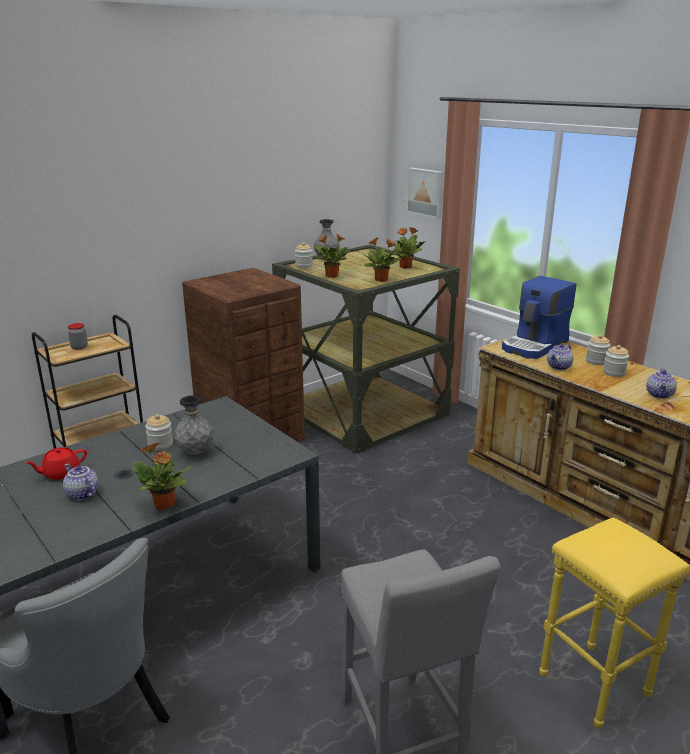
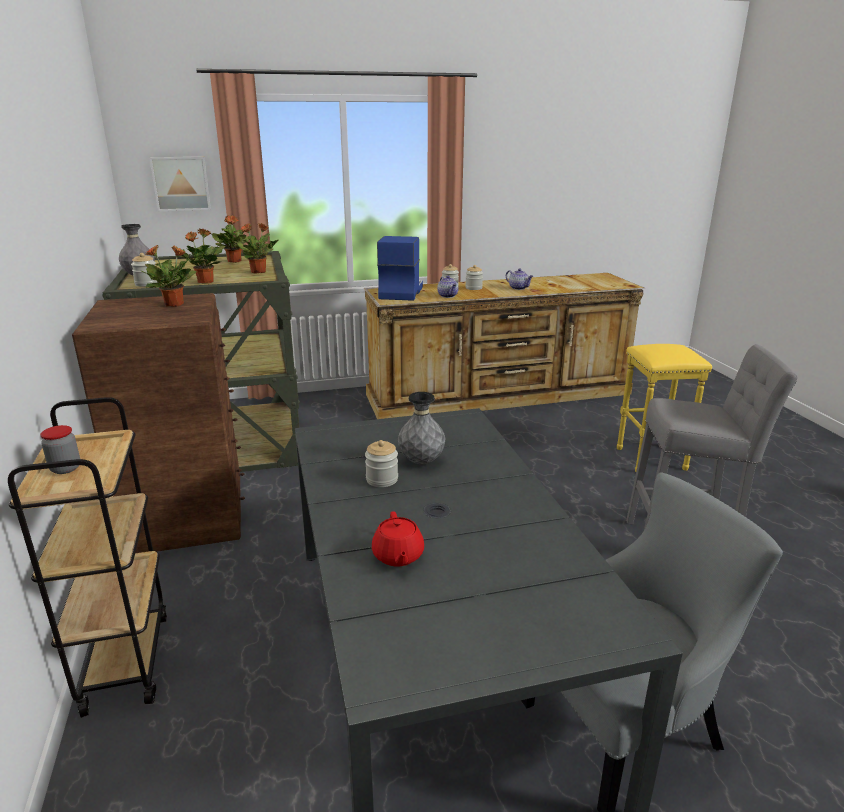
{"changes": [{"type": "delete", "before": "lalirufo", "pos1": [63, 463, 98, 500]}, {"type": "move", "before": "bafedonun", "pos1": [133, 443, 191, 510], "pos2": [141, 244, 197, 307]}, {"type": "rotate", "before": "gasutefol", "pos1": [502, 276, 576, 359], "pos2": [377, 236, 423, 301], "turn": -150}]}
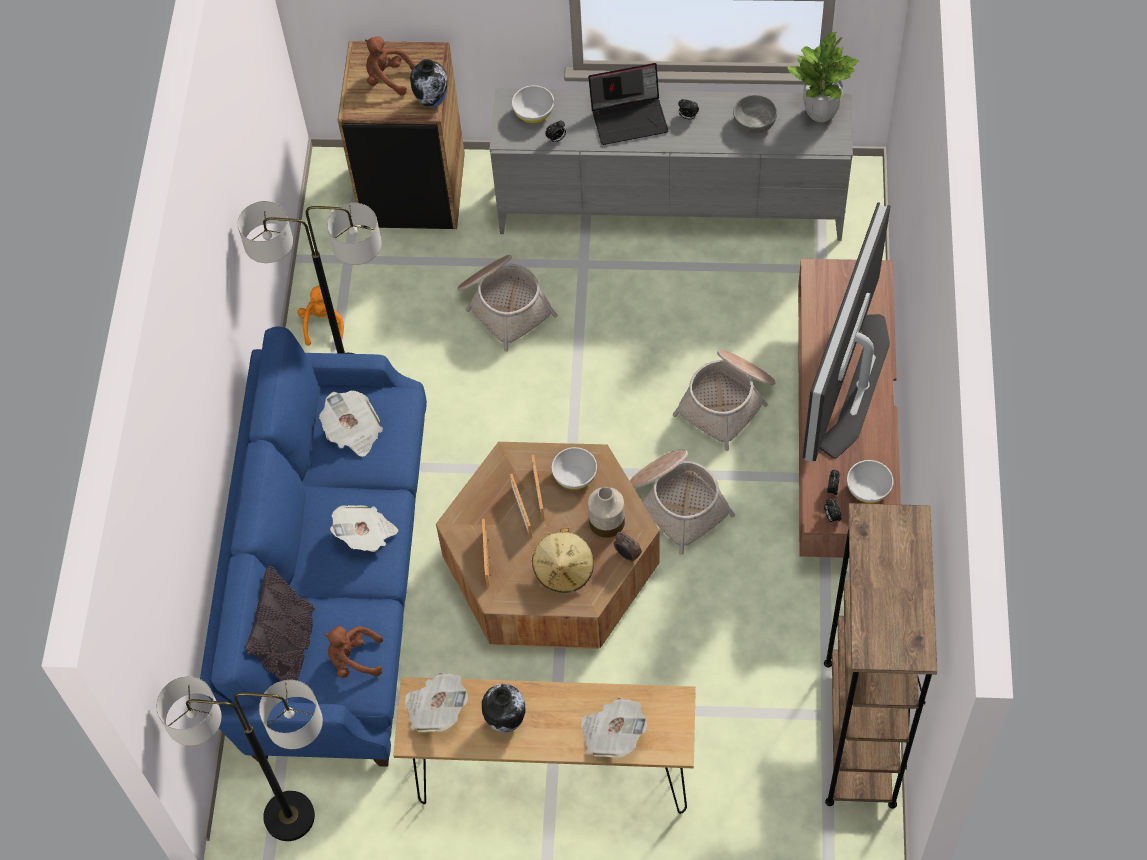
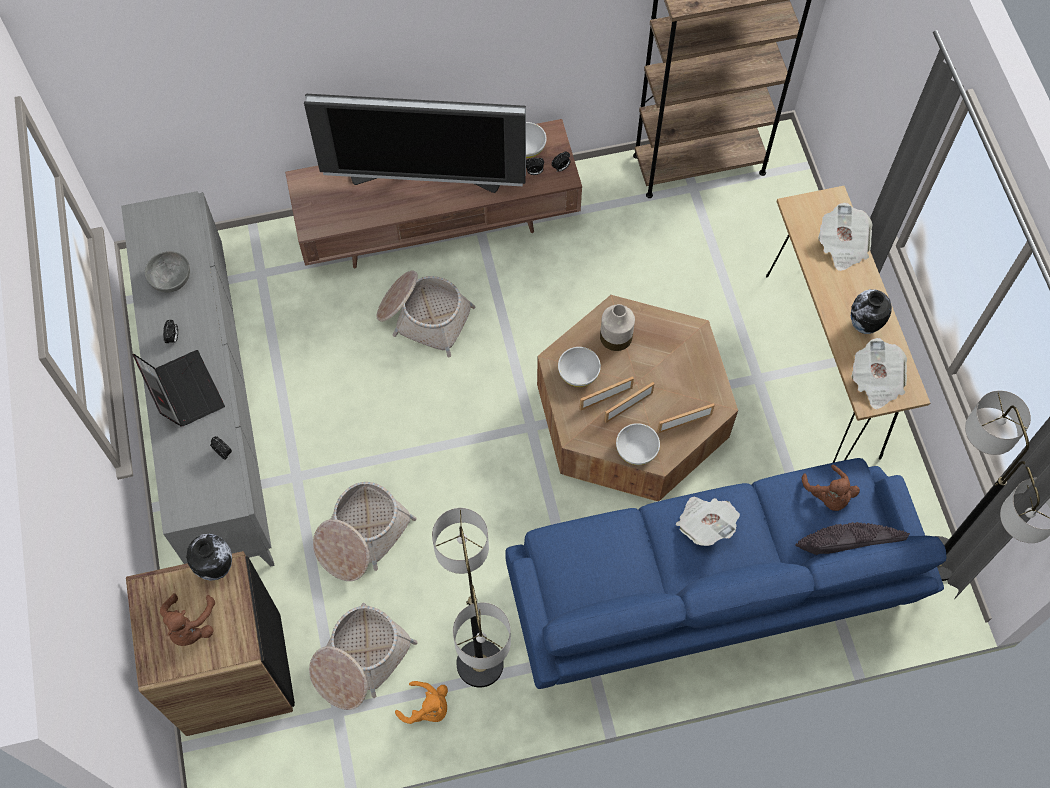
{"changes": [{"type": "delete", "before": "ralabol", "pos1": [319, 391, 383, 457]}, {"type": "delete", "before": "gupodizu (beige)", "pos1": [532, 528, 594, 593]}, {"type": "delete", "before": "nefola", "pos1": [614, 532, 642, 562]}, {"type": "delete", "before": "bafedonun", "pos1": [787, 32, 860, 122]}, {"type": "move", "before": "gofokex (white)", "pos1": [512, 85, 554, 123], "pos2": [616, 423, 660, 465]}, {"type": "move", "before": "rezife", "pos1": [630, 449, 735, 555], "pos2": [309, 603, 418, 710]}, {"type": "rotate", "before": "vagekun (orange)", "pos1": [297, 285, 344, 346], "pos2": [395, 681, 448, 724], "turn": -135}]}
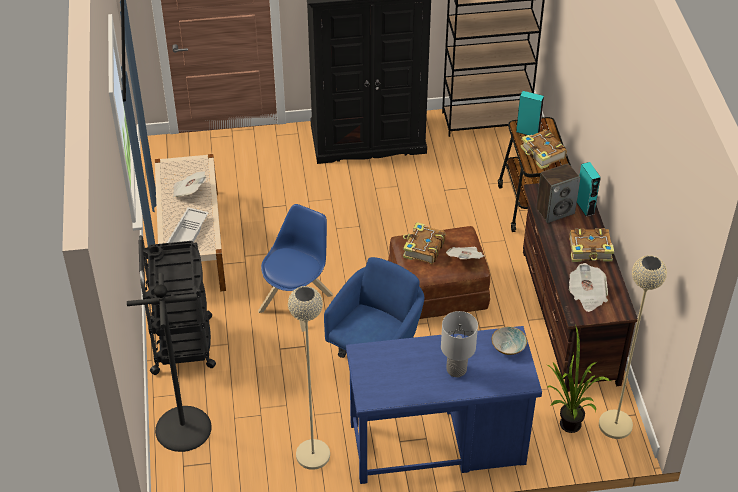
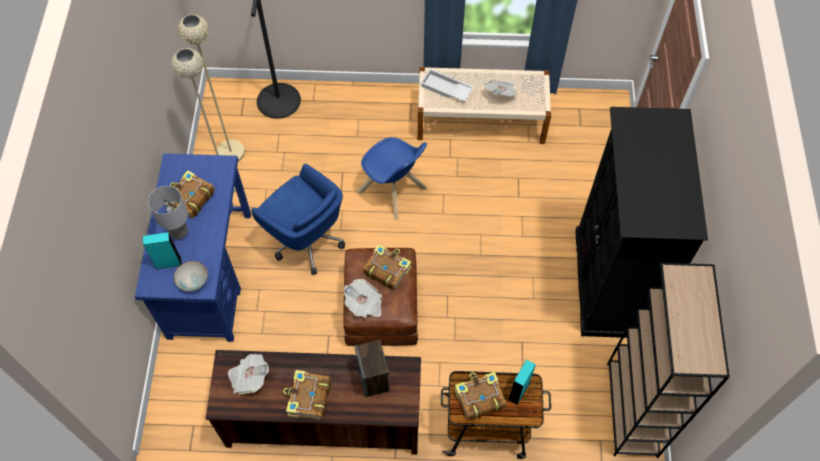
{"changes": [{"type": "delete", "before": "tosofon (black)", "pos1": [139, 235, 216, 375]}, {"type": "delete", "before": "bafedonun", "pos1": [545, 325, 611, 433]}, {"type": "insert", "after": "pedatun", "pos2": [166, 170, 215, 219]}, {"type": "move", "before": "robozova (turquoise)", "pos1": [577, 162, 601, 217], "pos2": [143, 232, 182, 270]}, {"type": "move", "before": "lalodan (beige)", "pos1": [599, 255, 667, 439], "pos2": [178, 14, 245, 162]}]}
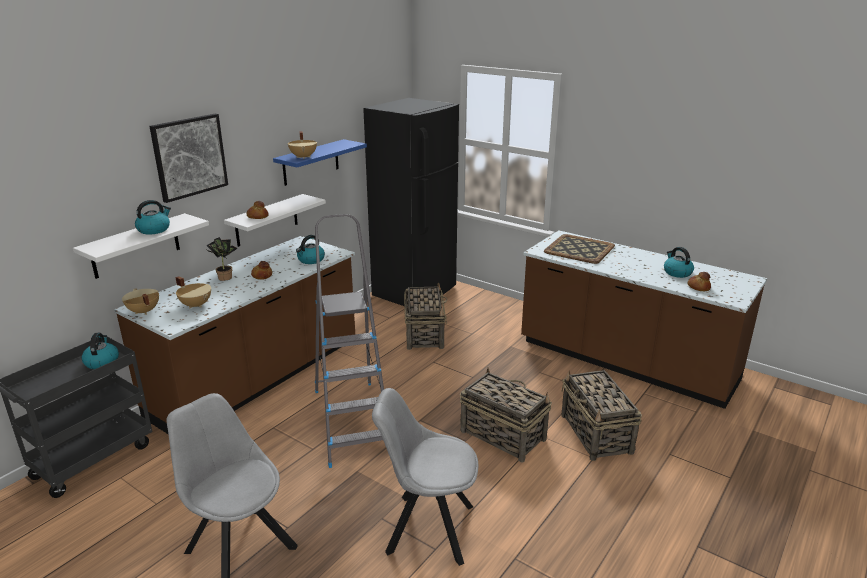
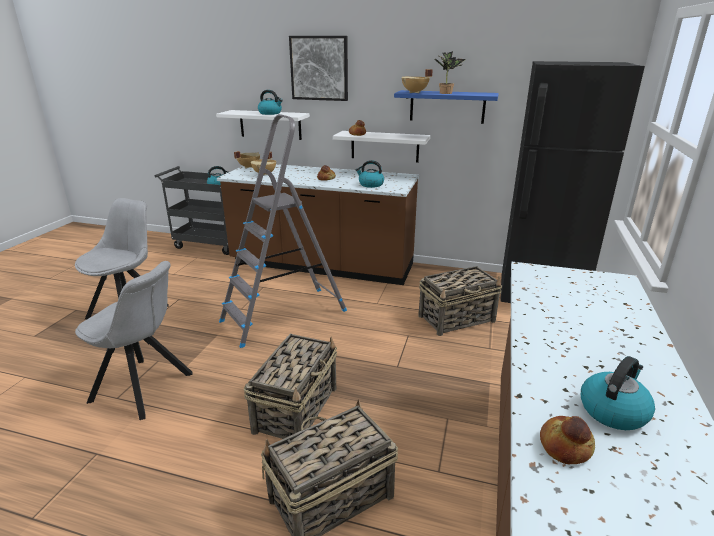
{"changes": [{"type": "delete", "before": "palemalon", "pos1": [544, 234, 615, 264]}, {"type": "move", "before": "bafedonun", "pos1": [206, 237, 238, 281], "pos2": [435, 51, 466, 94]}, {"type": "rotate", "before": "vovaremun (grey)", "pos1": [372, 388, 478, 566], "pos2": [75, 261, 192, 420], "turn": 120}]}
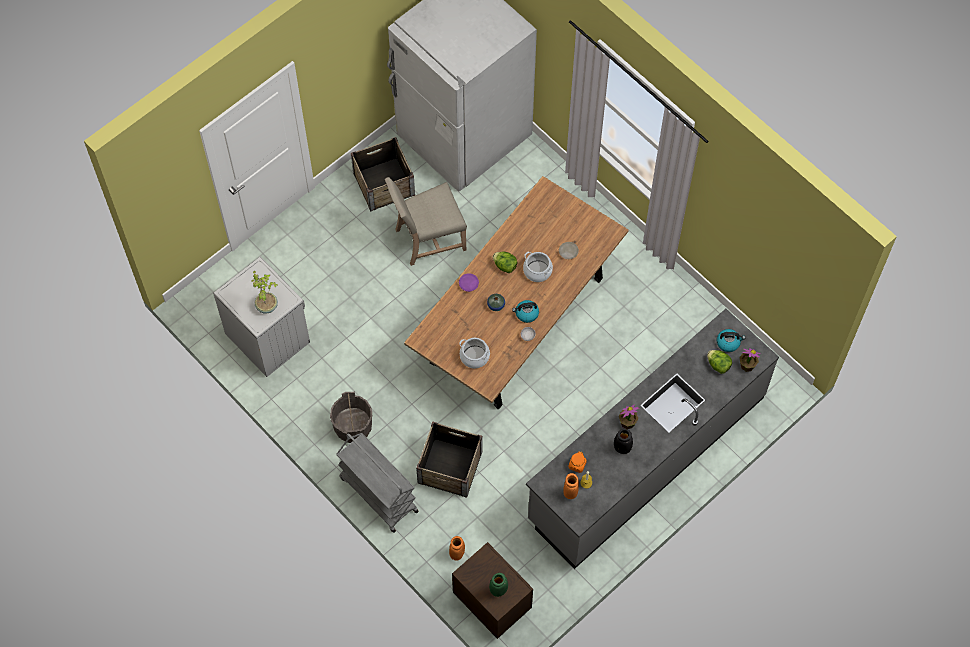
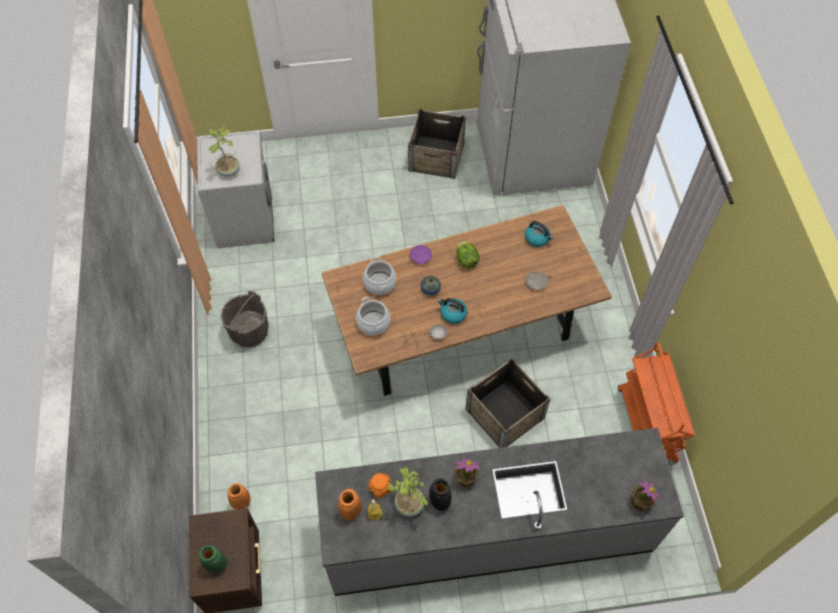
{"changes": [{"type": "delete", "before": "tosofon (grey)", "pos1": [336, 433, 419, 533]}, {"type": "delete", "before": "vovaremun (beige)", "pos1": [385, 177, 467, 266]}, {"type": "delete", "before": "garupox", "pos1": [707, 350, 732, 374]}, {"type": "insert", "after": "bafedonun", "pos2": [388, 467, 428, 517]}, {"type": "insert", "after": "tosofon (orange)", "pos2": [618, 342, 695, 462]}, {"type": "move", "before": "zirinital", "pos1": [416, 422, 482, 498], "pos2": [466, 358, 551, 448]}, {"type": "move", "before": "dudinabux", "pos1": [523, 252, 553, 282], "pos2": [363, 257, 396, 295]}, {"type": "move", "before": "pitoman", "pos1": [717, 329, 745, 352], "pos2": [525, 221, 553, 247]}]}
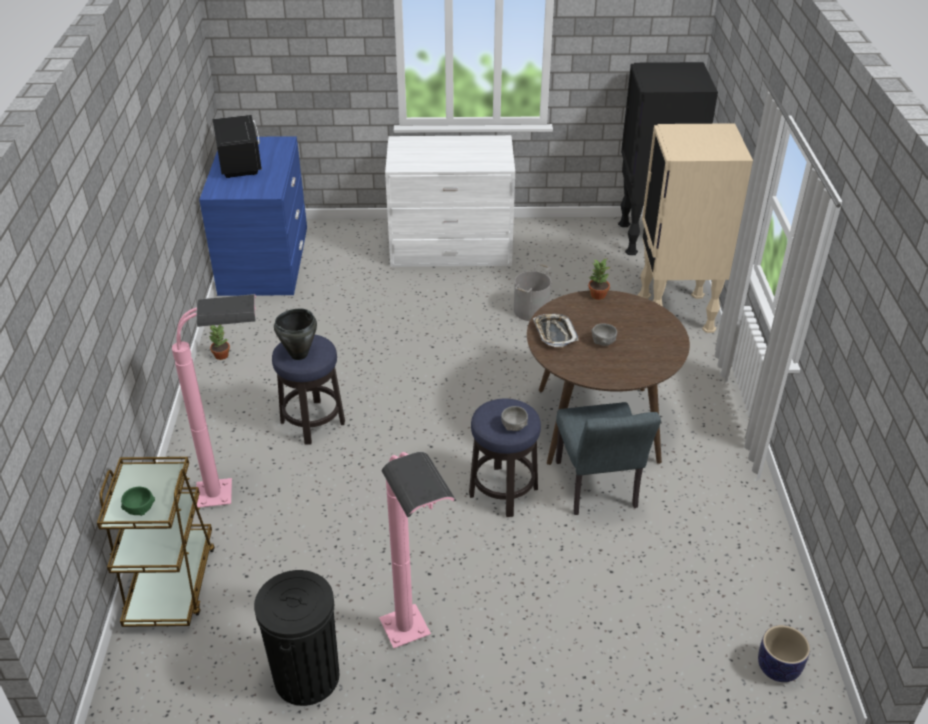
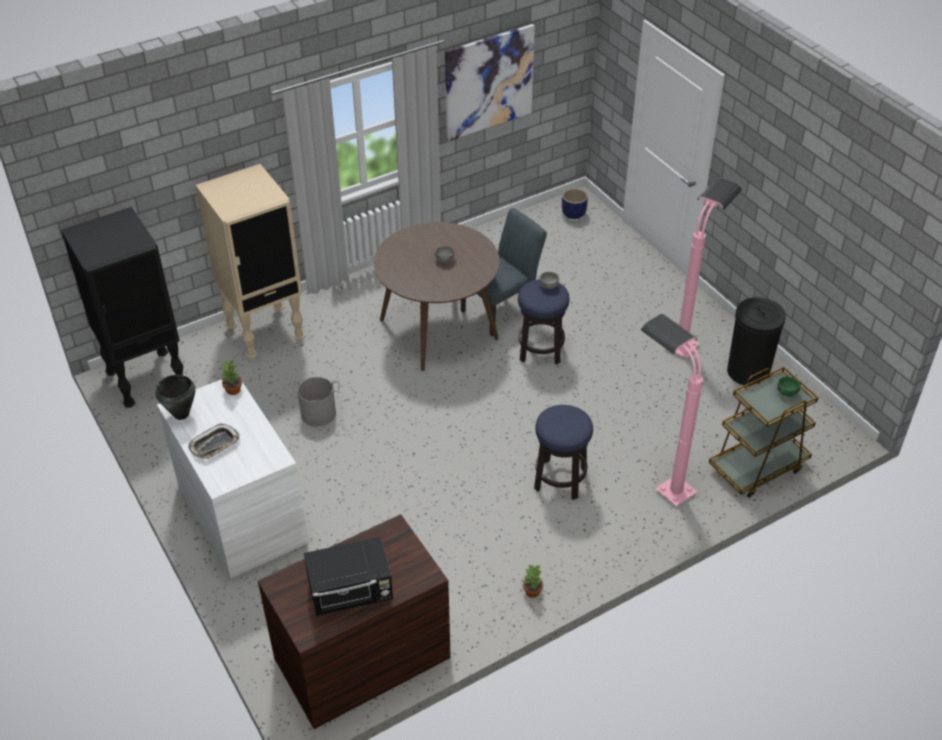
{"changes": [{"type": "insert", "after": "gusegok", "pos2": [445, 24, 535, 141]}, {"type": "move", "before": "dudinabux (black)", "pos1": [274, 308, 317, 360], "pos2": [155, 375, 196, 420]}, {"type": "move", "before": "palemalon", "pos1": [533, 314, 578, 347], "pos2": [188, 424, 240, 459]}, {"type": "move", "before": "bafedonun", "pos1": [588, 259, 610, 300], "pos2": [221, 359, 242, 395]}, {"type": "recolor", "before": "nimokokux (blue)", "after": "nimokokux (brown)", "pos1": [199, 136, 307, 296], "pos2": [258, 514, 451, 729]}, {"type": "rotate", "before": "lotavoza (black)", "pos1": [213, 115, 262, 178], "pos2": [304, 537, 393, 617], "turn": -150}]}
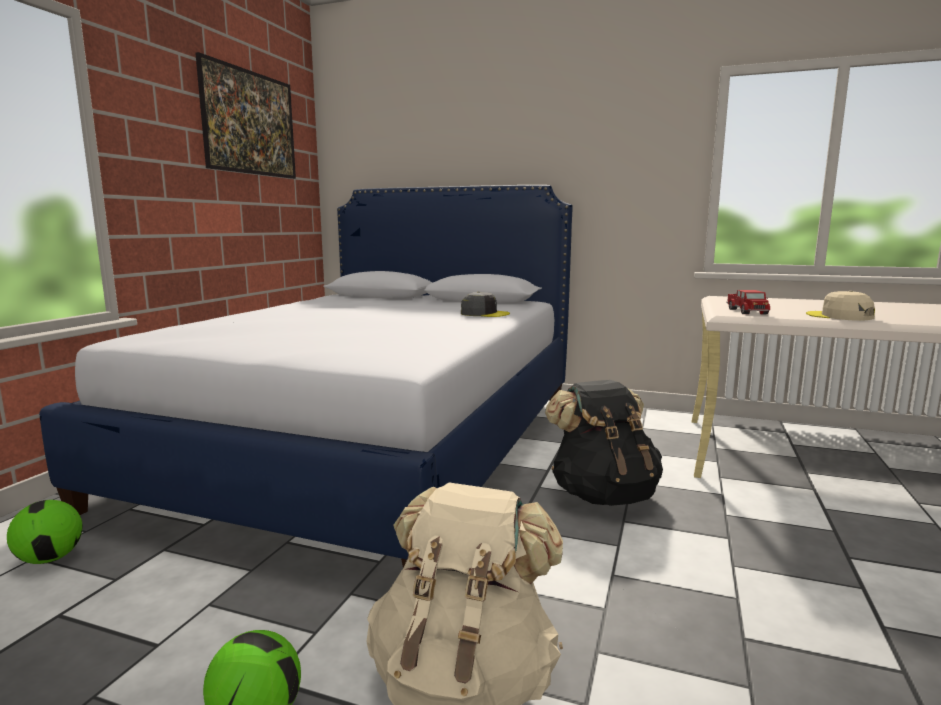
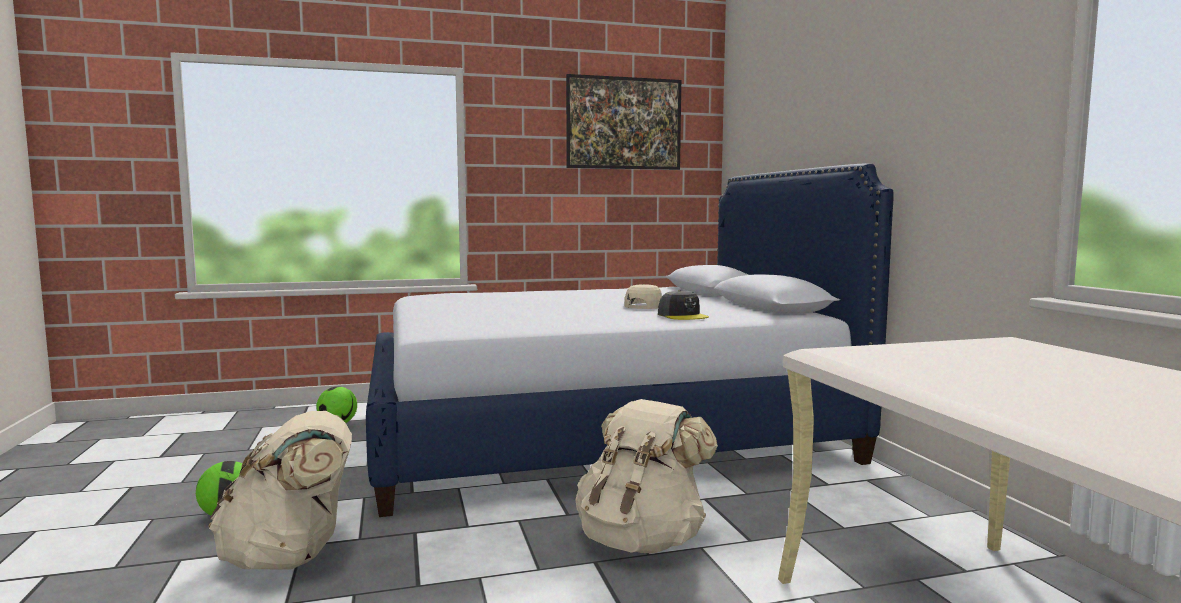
{"changes": [{"type": "delete", "before": "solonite", "pos1": [726, 290, 770, 314]}, {"type": "move", "before": "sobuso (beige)", "pos1": [806, 291, 875, 321], "pos2": [624, 284, 662, 309]}, {"type": "recolor", "before": "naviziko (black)", "after": "naviziko (beige)", "pos1": [545, 380, 663, 506], "pos2": [576, 399, 718, 554]}]}
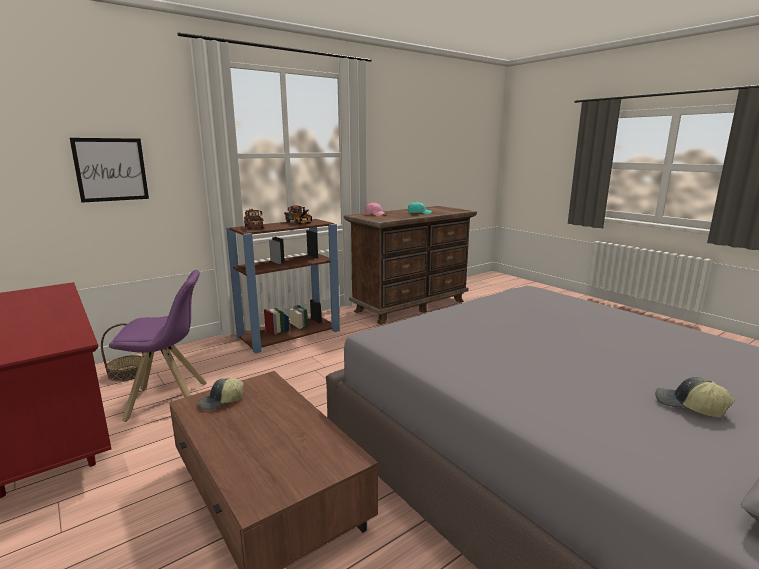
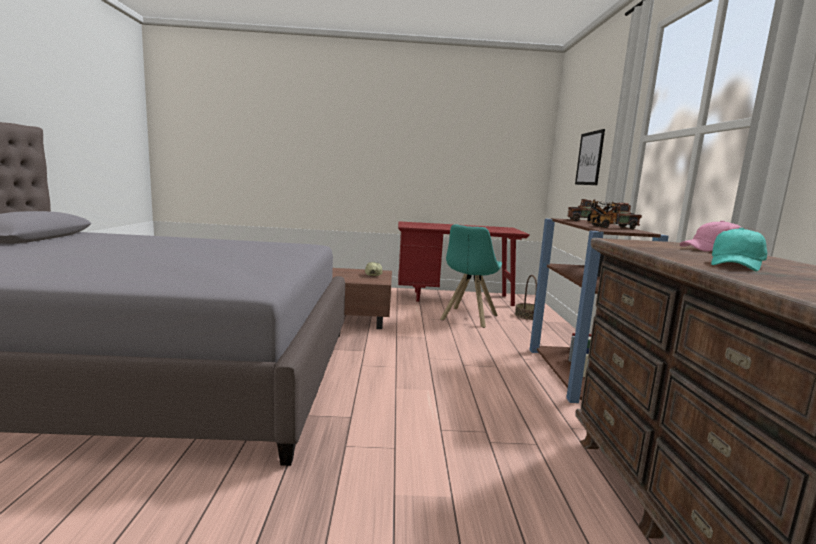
{"changes": [{"type": "delete", "before": "sobuso", "pos1": [655, 377, 735, 418]}, {"type": "recolor", "before": "vovaremun (purple)", "after": "vovaremun (turquoise)", "pos1": [109, 270, 207, 422], "pos2": [440, 224, 502, 328]}]}
